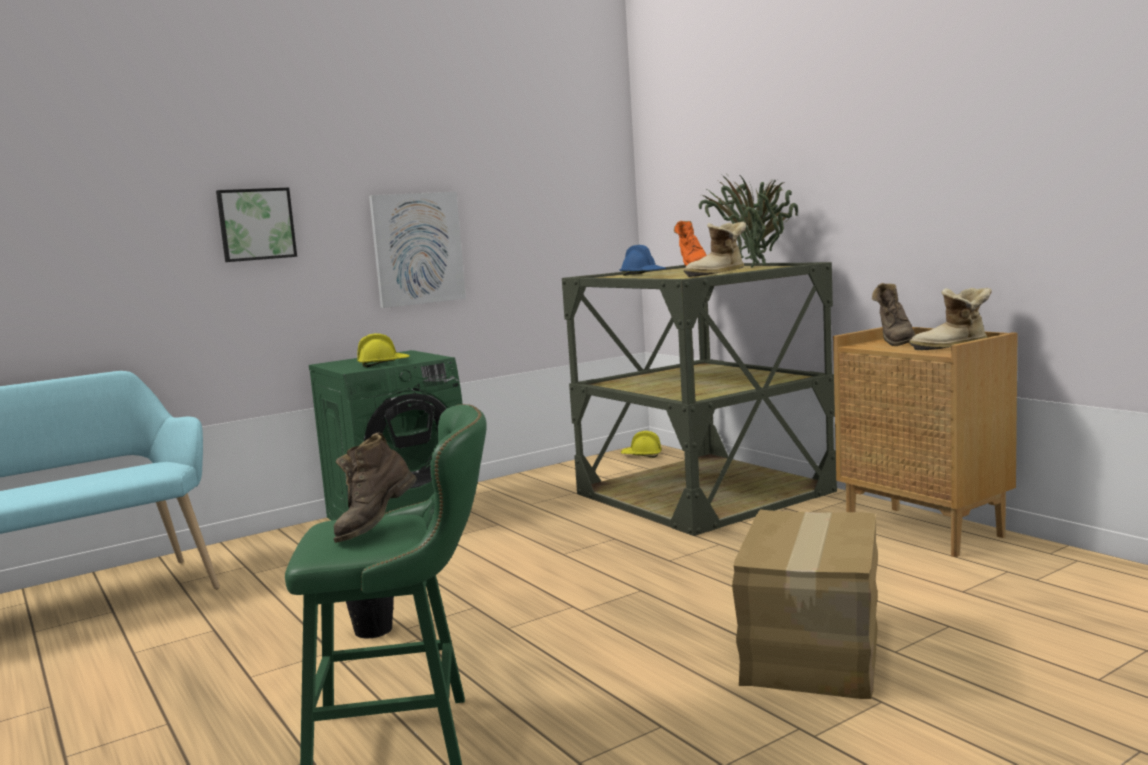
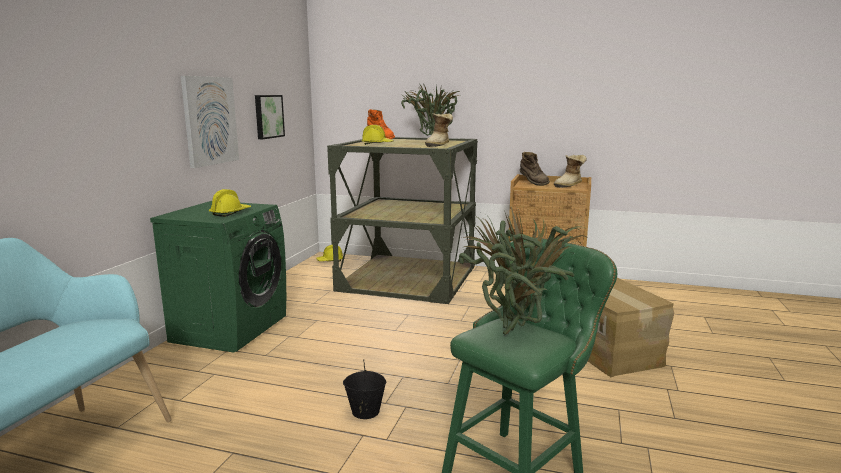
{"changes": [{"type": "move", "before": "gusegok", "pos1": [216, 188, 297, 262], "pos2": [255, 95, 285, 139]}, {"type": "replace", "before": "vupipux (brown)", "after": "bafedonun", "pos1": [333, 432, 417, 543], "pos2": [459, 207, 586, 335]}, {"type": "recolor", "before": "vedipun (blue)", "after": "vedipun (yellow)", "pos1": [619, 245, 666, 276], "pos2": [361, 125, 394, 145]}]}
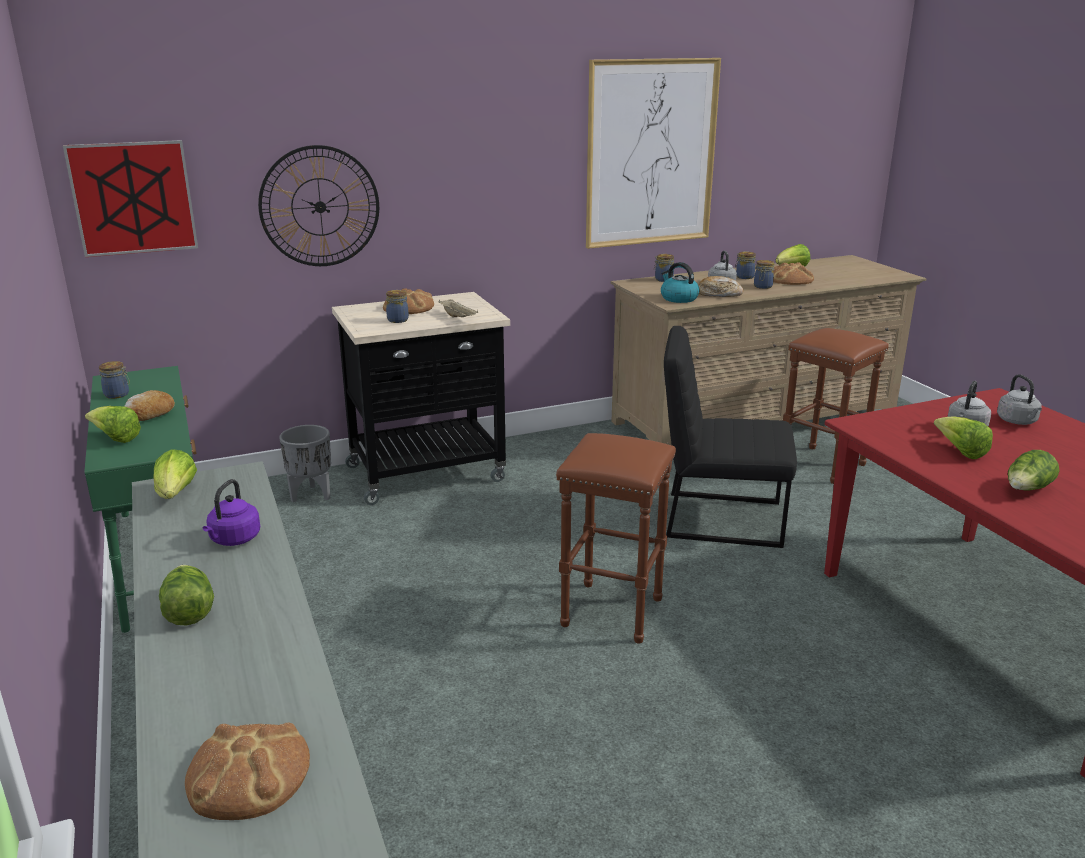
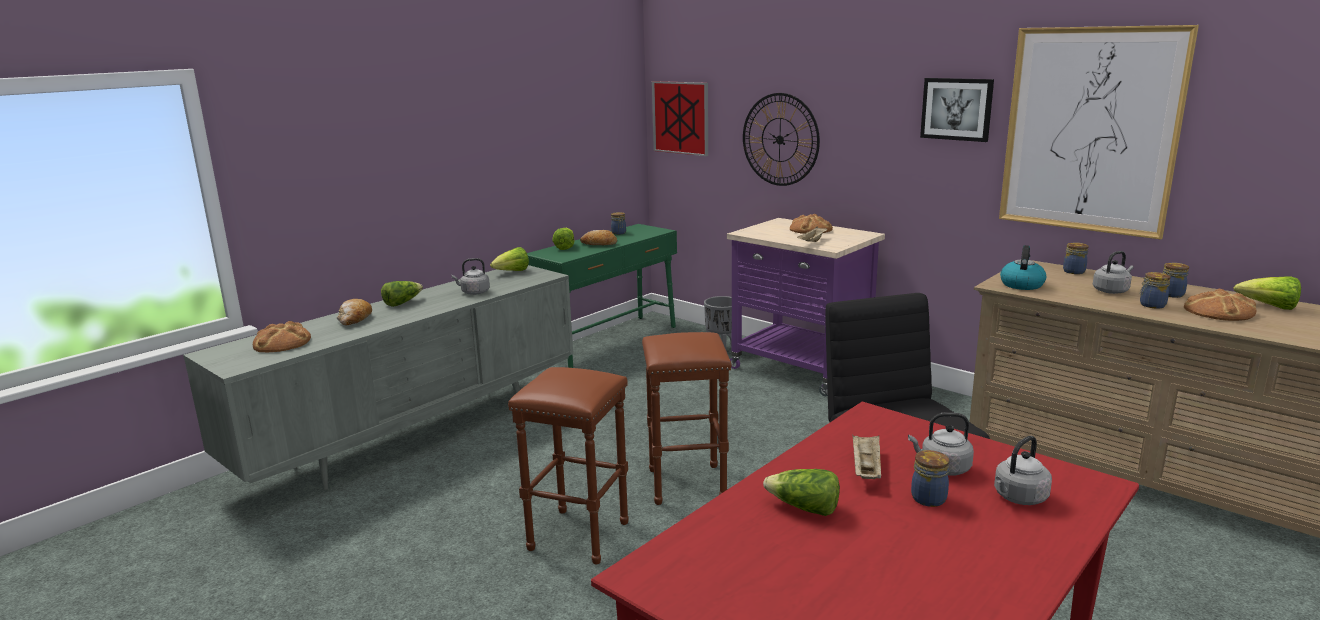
{"changes": [{"type": "insert", "after": "gusegok", "pos2": [920, 78, 994, 142]}, {"type": "move", "before": "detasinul", "pos1": [386, 290, 409, 323], "pos2": [911, 450, 950, 507]}, {"type": "move", "before": "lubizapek", "pos1": [698, 276, 743, 297], "pos2": [337, 299, 372, 325]}, {"type": "move", "before": "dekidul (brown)", "pos1": [783, 328, 888, 484], "pos2": [508, 367, 629, 564]}, {"type": "replace", "before": "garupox", "after": "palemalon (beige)", "pos1": [934, 416, 993, 459], "pos2": [853, 436, 881, 479]}, {"type": "recolor", "before": "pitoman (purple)", "after": "pitoman (grey)", "pos1": [203, 479, 260, 546], "pos2": [452, 258, 490, 295]}, {"type": "recolor", "before": "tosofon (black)", "after": "tosofon (purple)", "pos1": [332, 292, 510, 505], "pos2": [727, 218, 885, 396]}]}
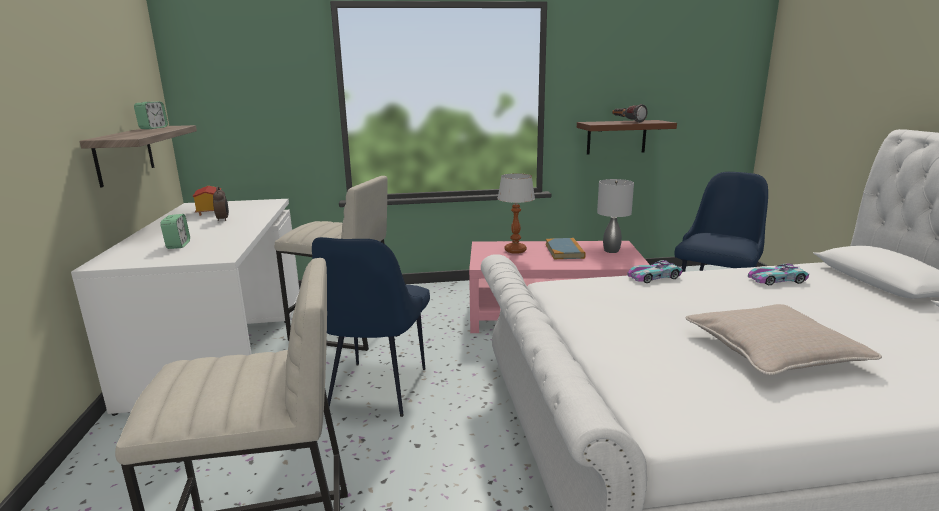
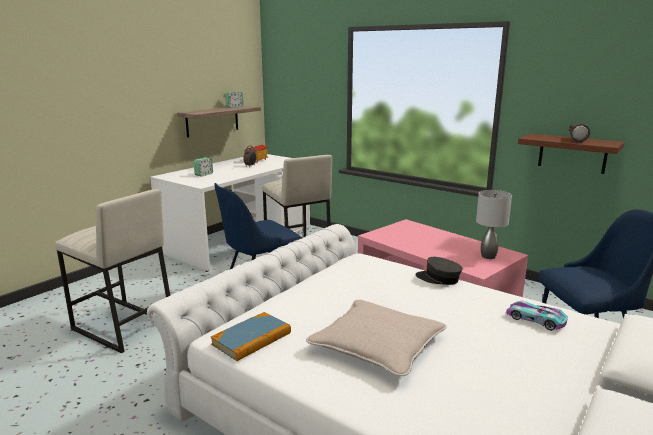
{"changes": [{"type": "delete", "before": "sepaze", "pos1": [497, 173, 535, 254]}, {"type": "move", "before": "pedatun", "pos1": [545, 238, 586, 259], "pos2": [211, 312, 291, 361]}, {"type": "replace", "before": "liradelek", "after": "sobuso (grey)", "pos1": [627, 260, 683, 283], "pos2": [415, 257, 462, 285]}]}
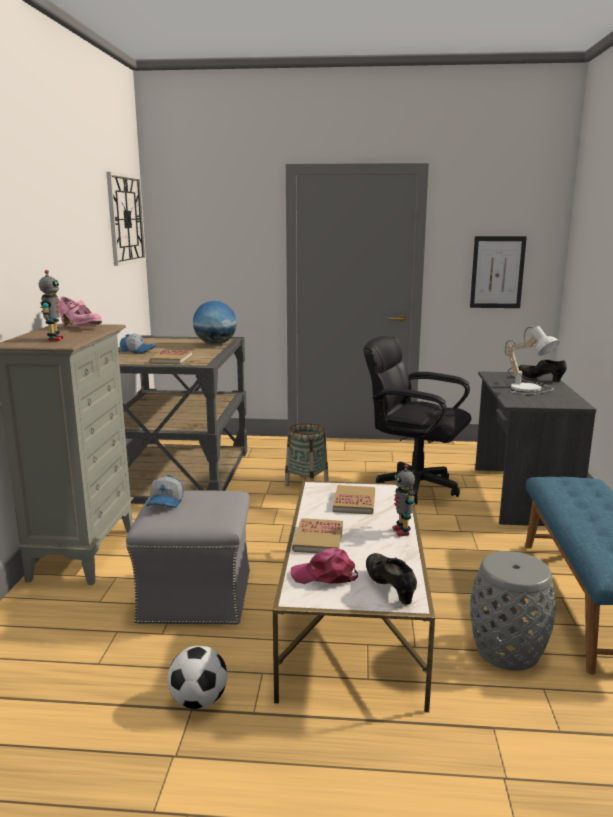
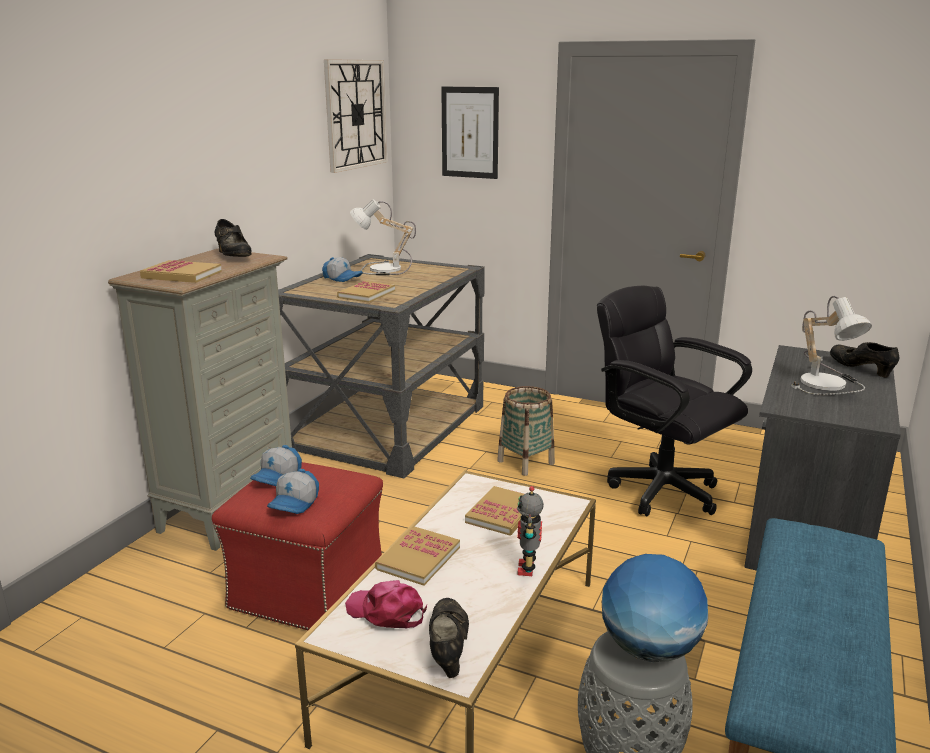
{"changes": [{"type": "delete", "before": "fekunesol", "pos1": [167, 646, 227, 709]}, {"type": "insert", "after": "sobuso", "pos2": [267, 469, 319, 514]}, {"type": "insert", "after": "sepaze", "pos2": [350, 199, 416, 275]}, {"type": "move", "before": "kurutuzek", "pos1": [193, 301, 237, 345], "pos2": [602, 554, 708, 662]}, {"type": "move", "before": "gusegok", "pos1": [470, 236, 527, 308], "pos2": [441, 87, 499, 179]}, {"type": "replace", "before": "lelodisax", "after": "pedatun", "pos1": [39, 270, 64, 341], "pos2": [140, 260, 222, 283]}, {"type": "recolor", "before": "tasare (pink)", "after": "tasare (black)", "pos1": [58, 296, 102, 326], "pos2": [215, 219, 252, 257]}, {"type": "recolor", "before": "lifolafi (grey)", "after": "lifolafi (red)", "pos1": [126, 491, 250, 625], "pos2": [212, 462, 383, 630]}]}
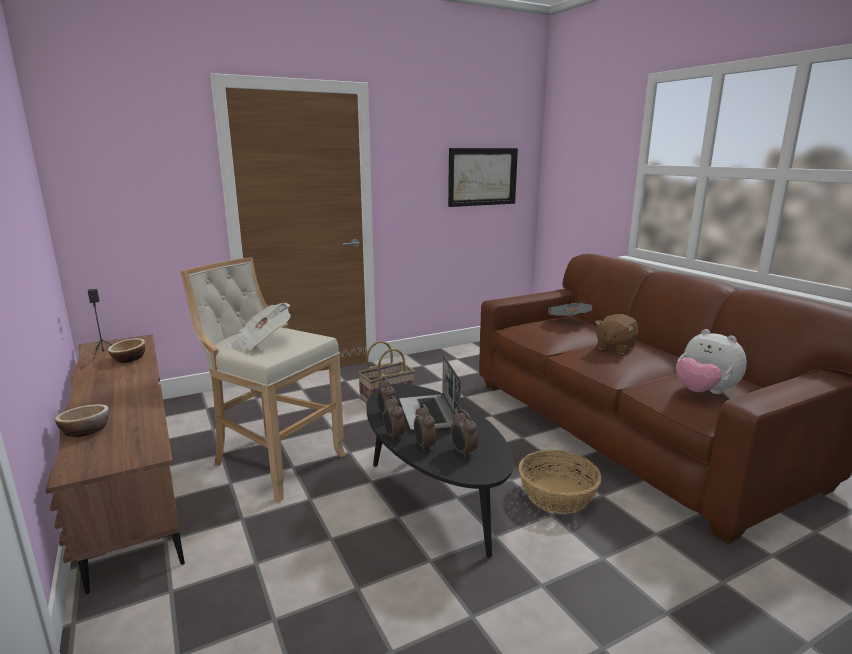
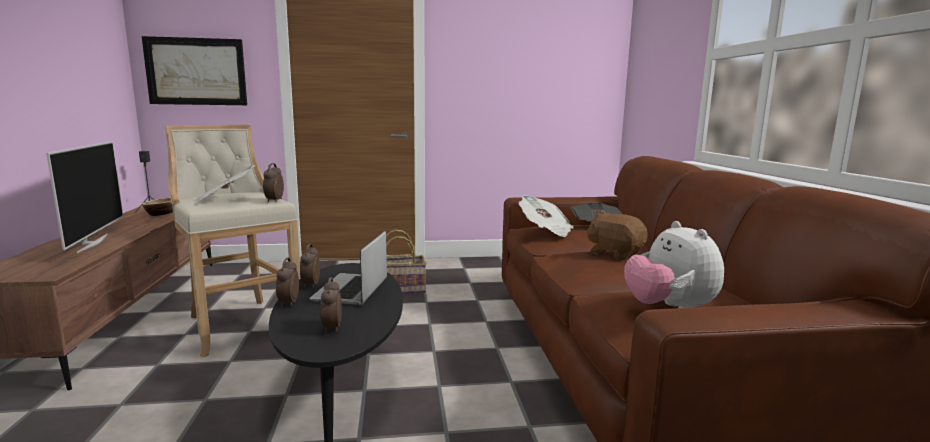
{"changes": [{"type": "delete", "before": "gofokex", "pos1": [55, 404, 109, 437]}, {"type": "delete", "before": "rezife", "pos1": [519, 450, 601, 514]}, {"type": "insert", "after": "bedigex", "pos2": [46, 141, 123, 253]}, {"type": "insert", "after": "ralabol", "pos2": [519, 195, 574, 237]}, {"type": "move", "before": "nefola", "pos1": [414, 404, 436, 452], "pos2": [263, 163, 284, 203]}, {"type": "move", "before": "gusegok", "pos1": [448, 148, 518, 207], "pos2": [142, 36, 247, 105]}, {"type": "rotate", "before": "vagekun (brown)", "pos1": [595, 314, 638, 354], "pos2": [587, 213, 648, 260], "turn": 75}]}
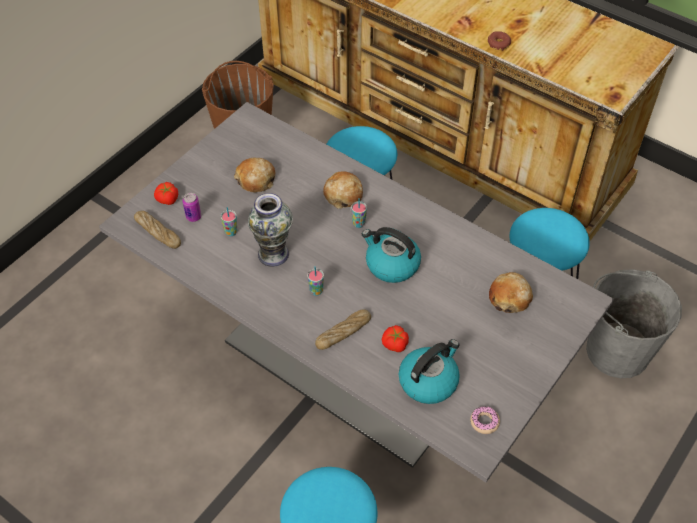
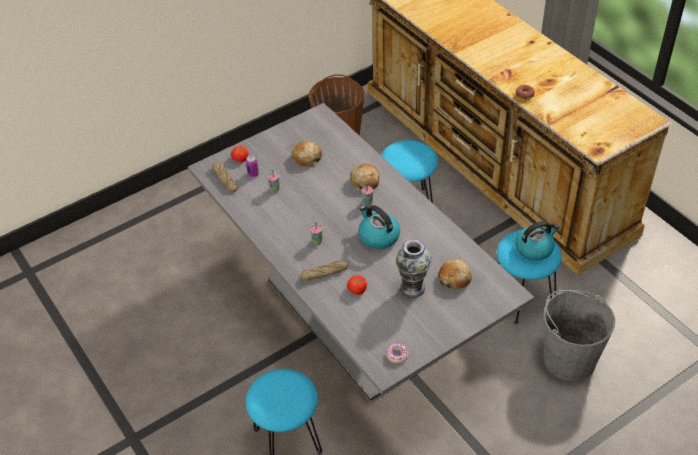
{"changes": [{"type": "move", "before": "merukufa", "pos1": [248, 193, 293, 267], "pos2": [396, 239, 432, 298]}, {"type": "move", "before": "pitoman", "pos1": [399, 339, 460, 404], "pos2": [515, 221, 559, 261]}]}
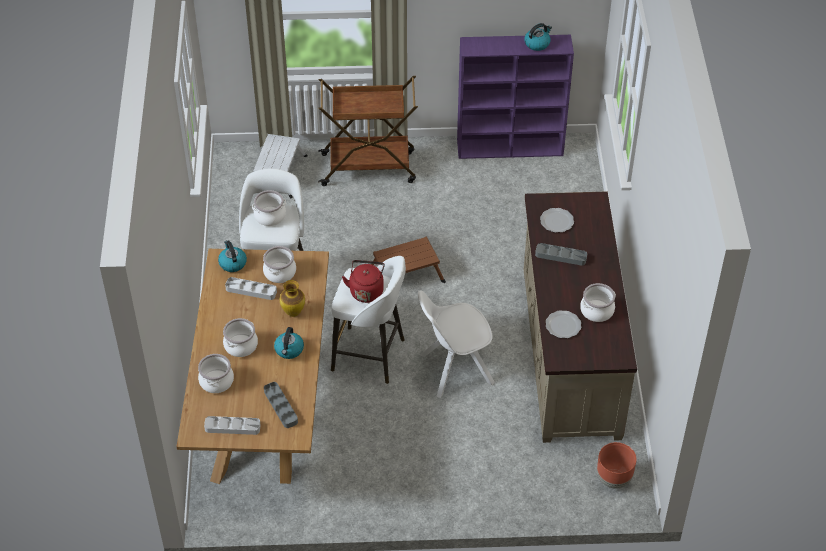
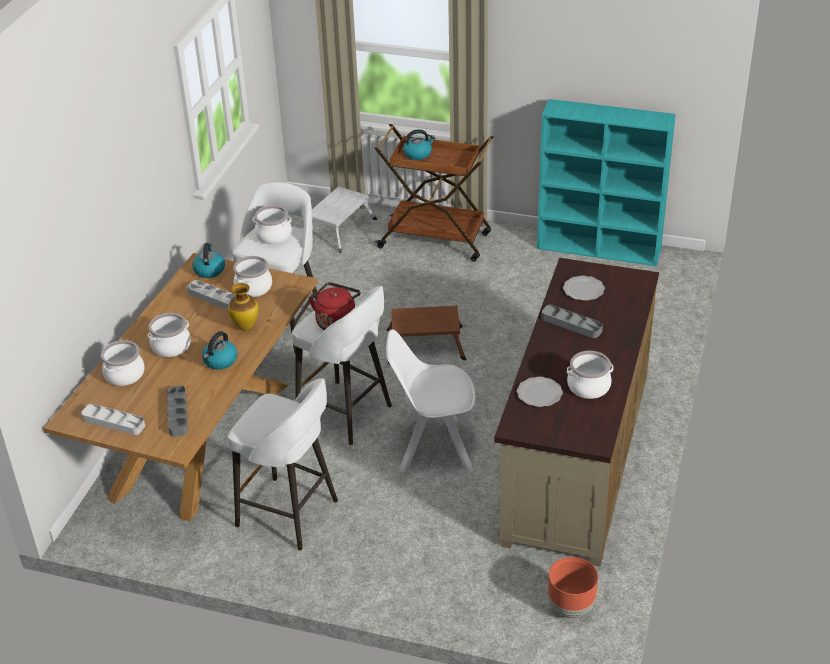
{"changes": [{"type": "insert", "after": "dekidul (white)", "pos2": [228, 378, 338, 550]}, {"type": "move", "before": "pitoman", "pos1": [524, 23, 552, 51], "pos2": [403, 129, 435, 160]}, {"type": "recolor", "before": "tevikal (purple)", "after": "tevikal (turquoise)", "pos1": [457, 35, 574, 159], "pos2": [537, 99, 676, 266]}]}
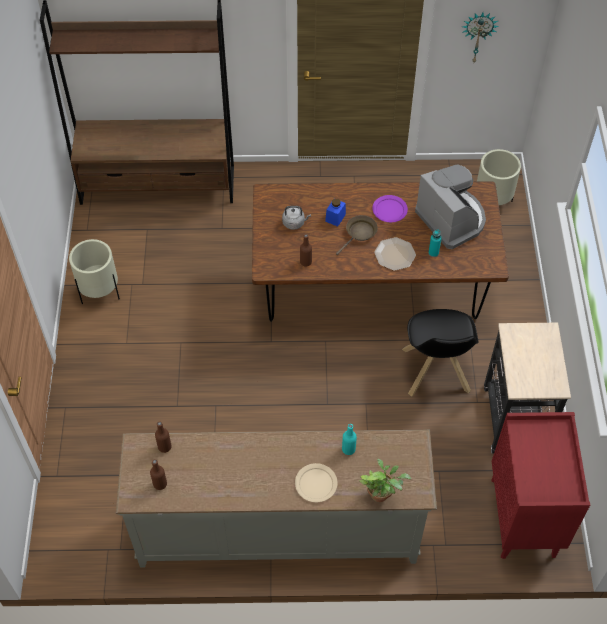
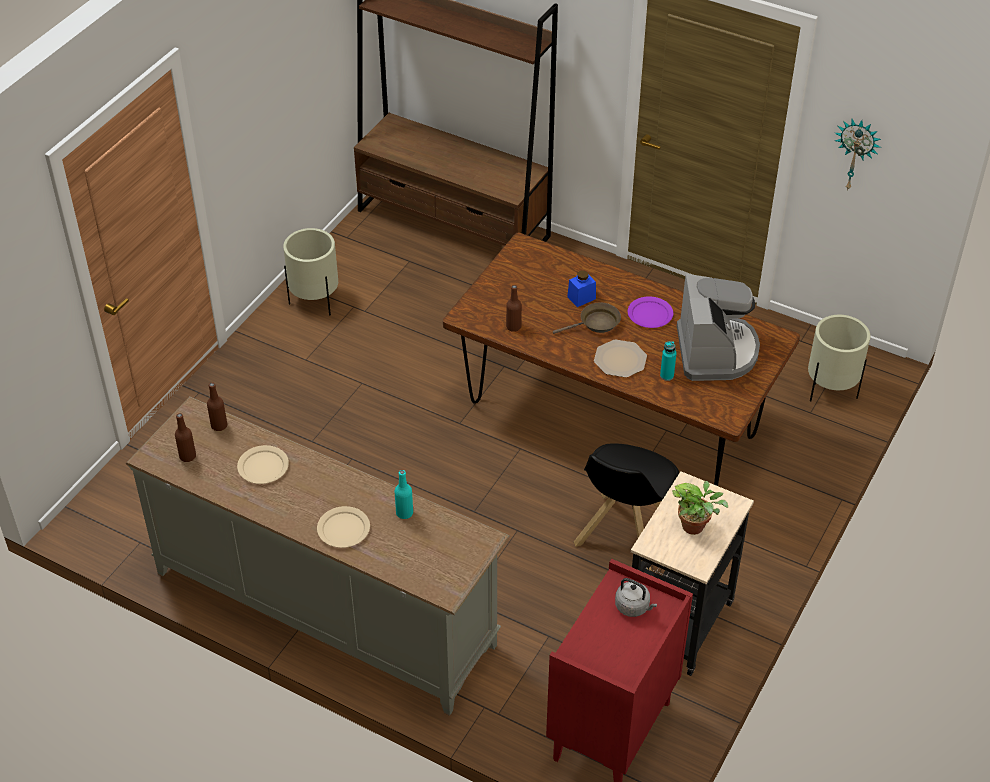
{"changes": [{"type": "insert", "after": "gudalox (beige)", "pos2": [237, 445, 289, 484]}, {"type": "move", "before": "pitoman (grey)", "pos1": [282, 206, 311, 230], "pos2": [615, 578, 657, 617]}, {"type": "move", "before": "bafedonun", "pos1": [359, 459, 411, 502], "pos2": [672, 481, 728, 535]}]}
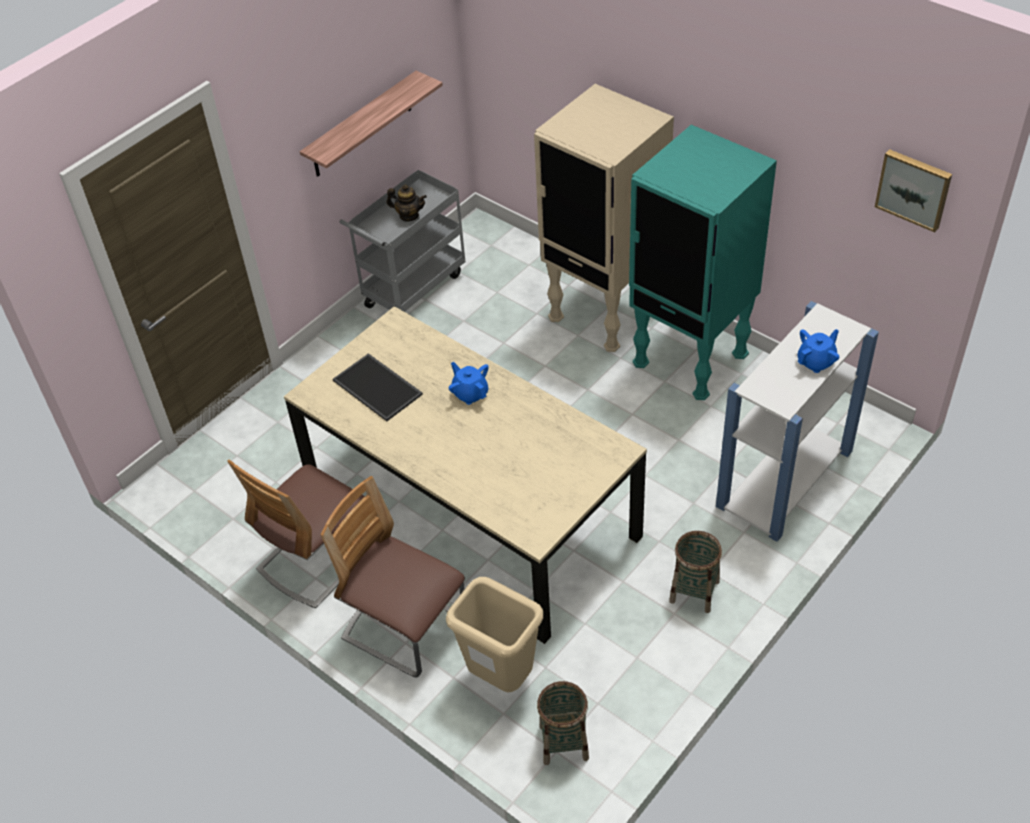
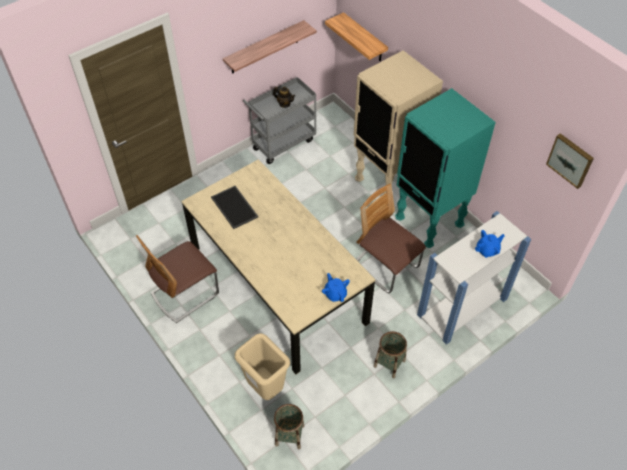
{"changes": [{"type": "insert", "after": "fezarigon", "pos2": [325, 12, 388, 61]}, {"type": "move", "before": "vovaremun", "pos1": [320, 476, 465, 678], "pos2": [356, 184, 426, 293]}, {"type": "move", "before": "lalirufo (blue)", "pos1": [449, 362, 489, 405], "pos2": [322, 273, 350, 302]}]}
